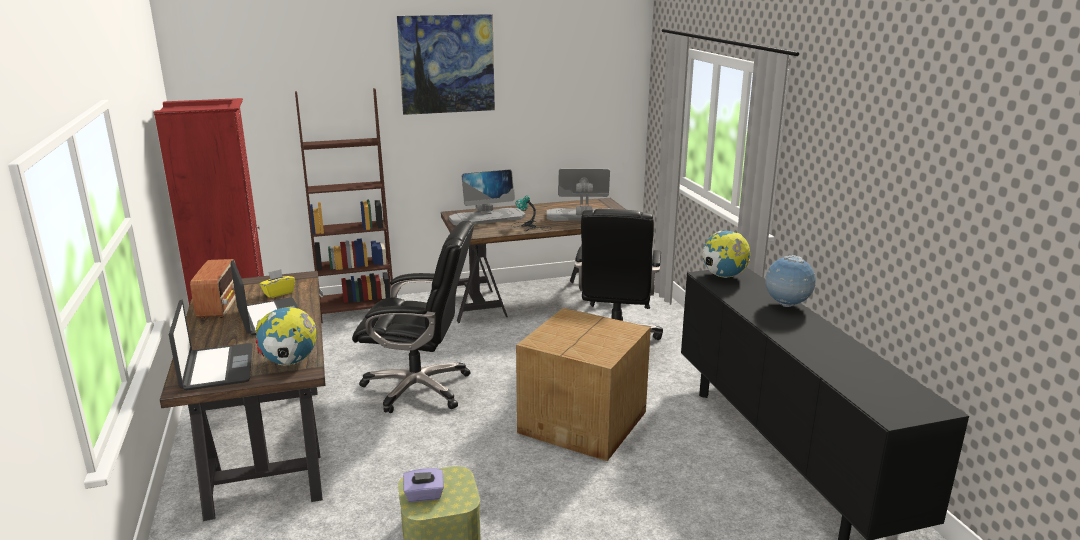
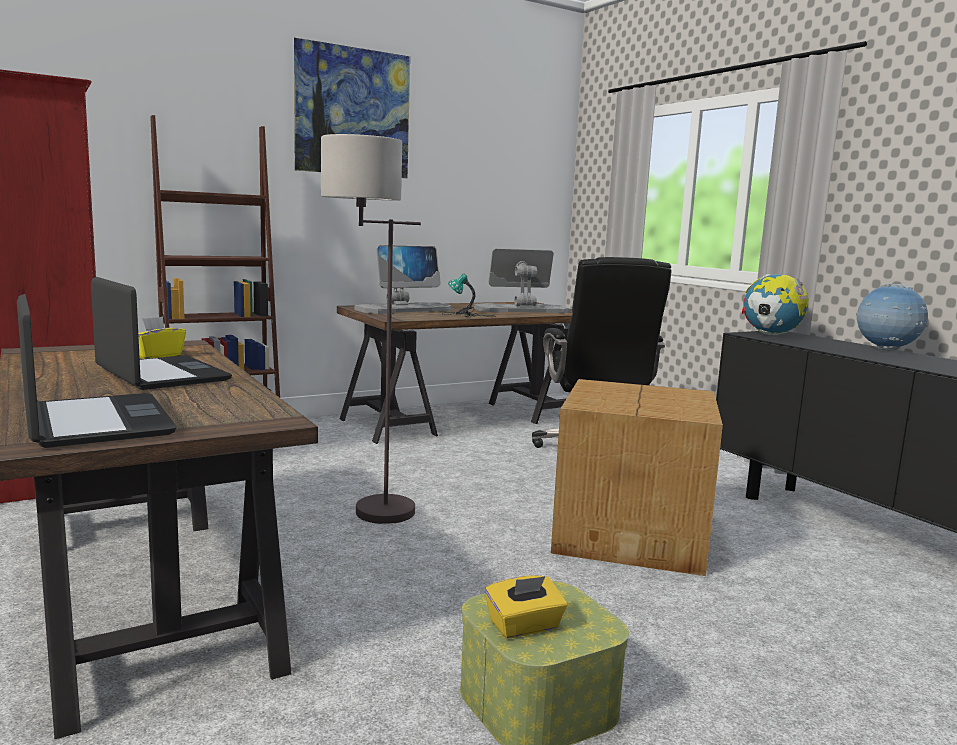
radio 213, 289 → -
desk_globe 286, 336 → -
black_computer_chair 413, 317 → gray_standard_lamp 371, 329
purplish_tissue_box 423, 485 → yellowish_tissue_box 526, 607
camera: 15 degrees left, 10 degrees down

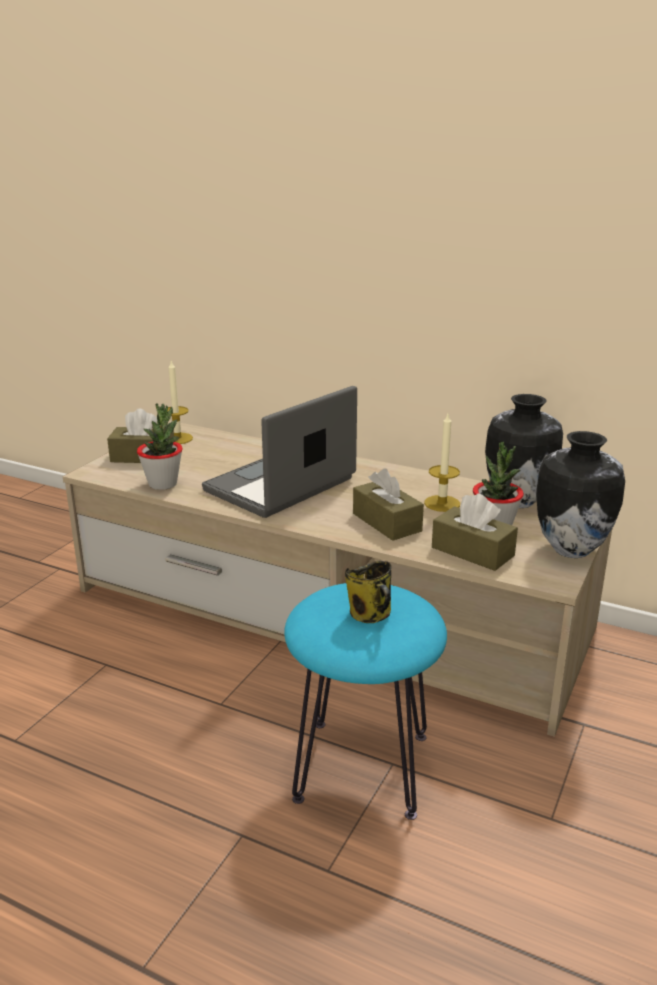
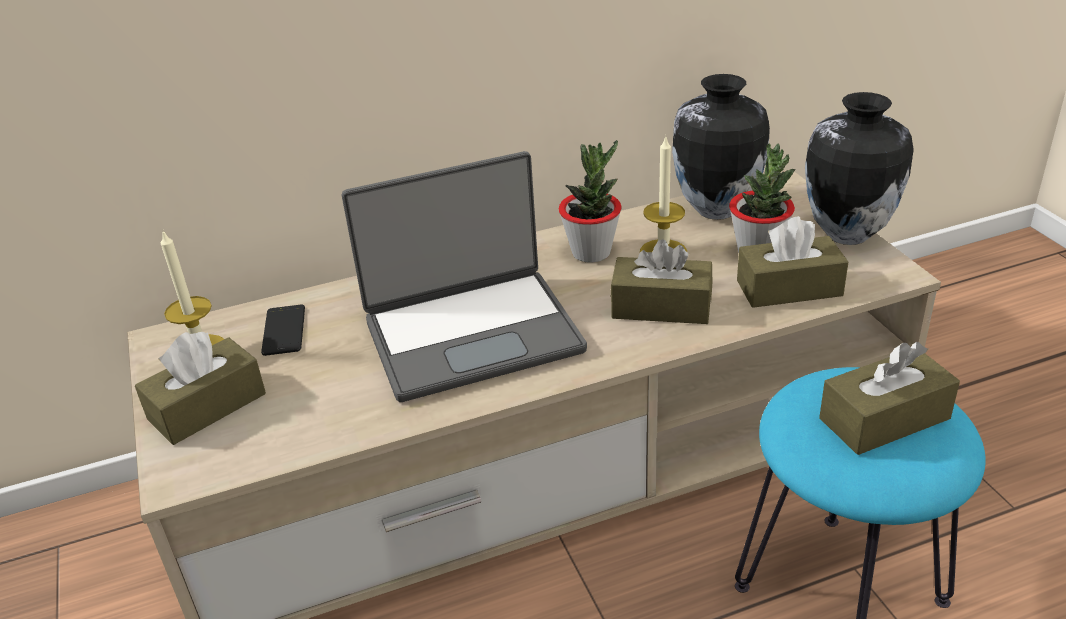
- → telephone 283, 330
potted_plant 160, 446 → potted_plant 590, 201, moved
tea_mug 368, 591 → brown_tissue_box 889, 398
notebook_computer 279, 452 → notebook_computer 464, 276, 105 degrees counterclockwise
camera: 45 degrees left, 10 degrees up

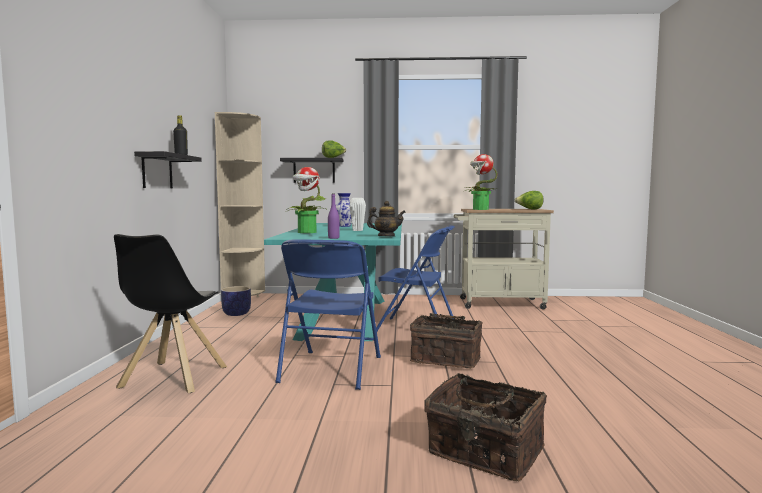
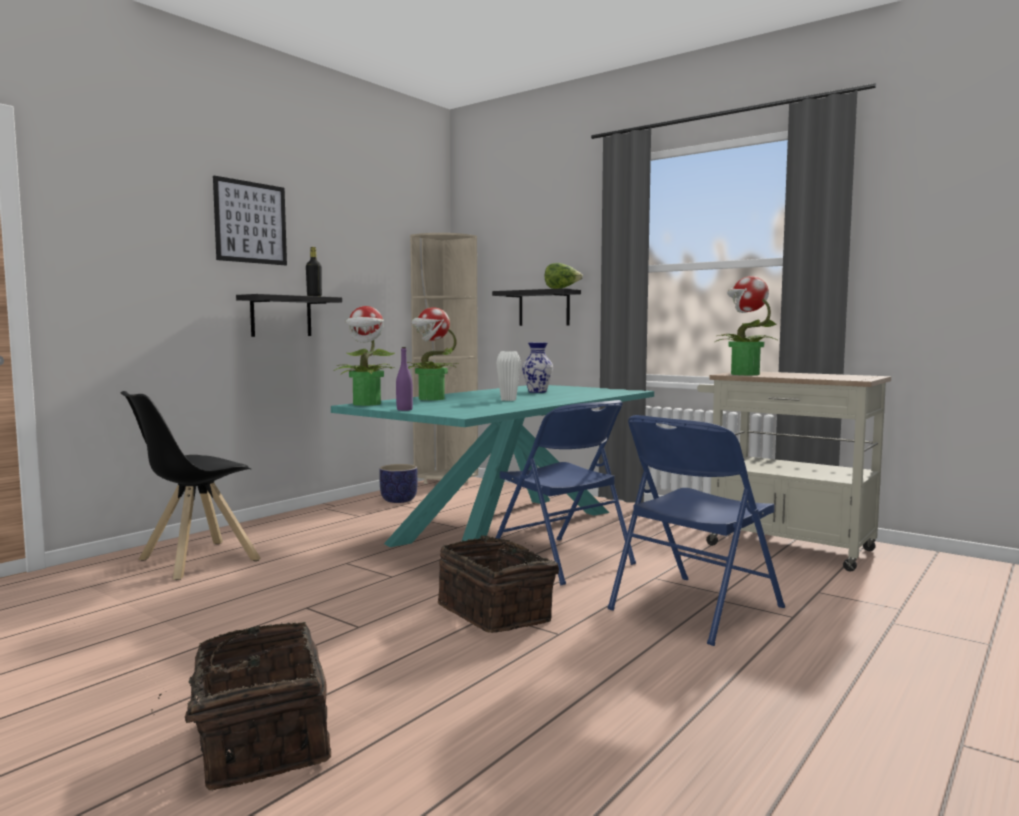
tea_pot 386, 219 → -
head_of_lettuce 529, 200 → -
- → wall_picture 250, 220
- → potted_plant 364, 356
blue_upright_chair 328, 314 → blue_upright_chair 696, 530, moved
camera: 35 degrees right, 0 degrees up

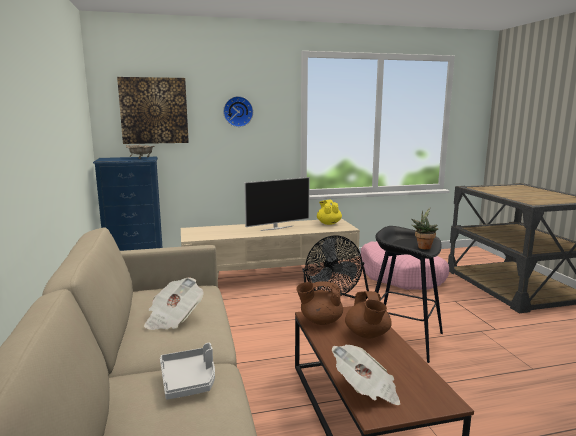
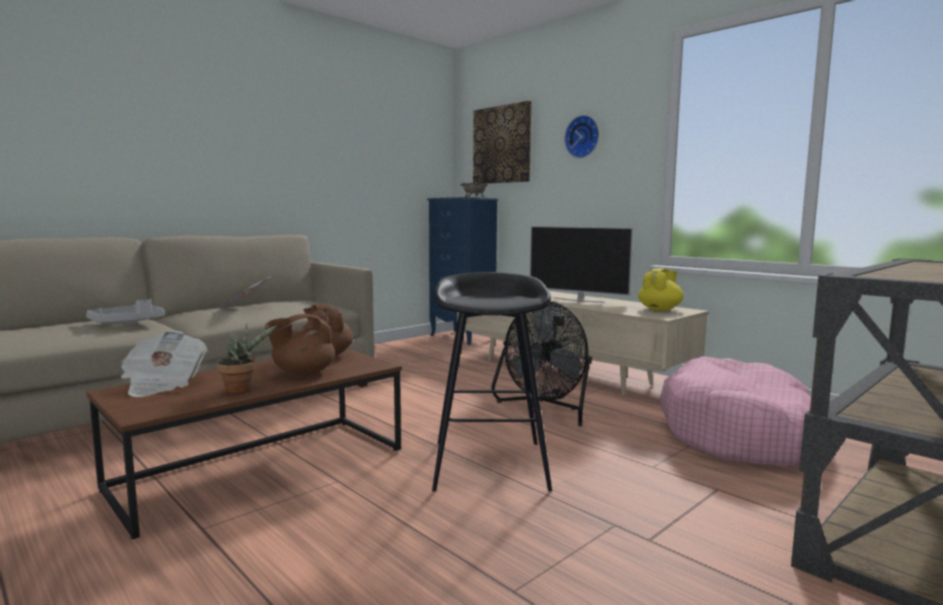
potted_plant 424, 229 → potted_plant 247, 358, moved
camera: 60 degrees right, 5 degrees down

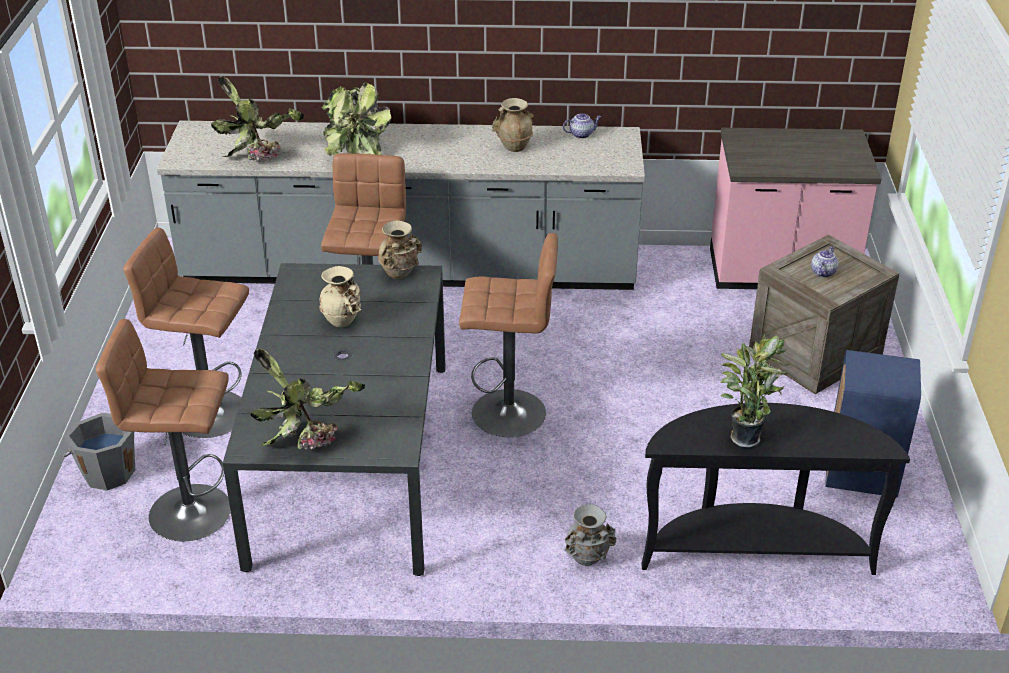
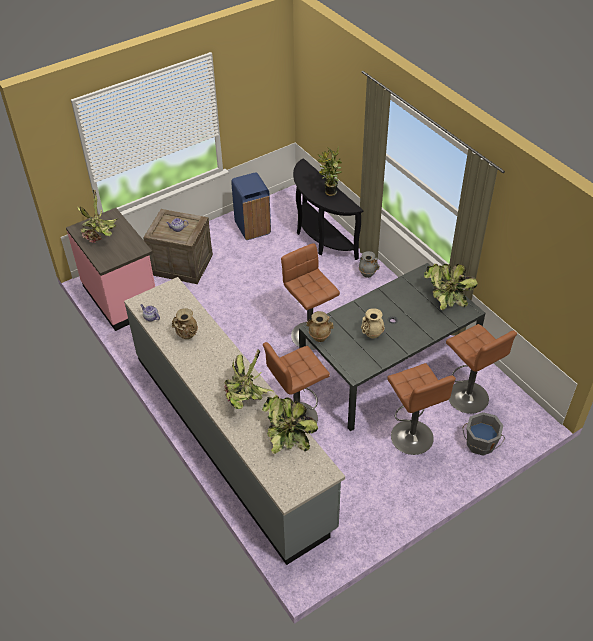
- → potted_plant 97, 216
camera: 125 degrees left, 10 degrees up

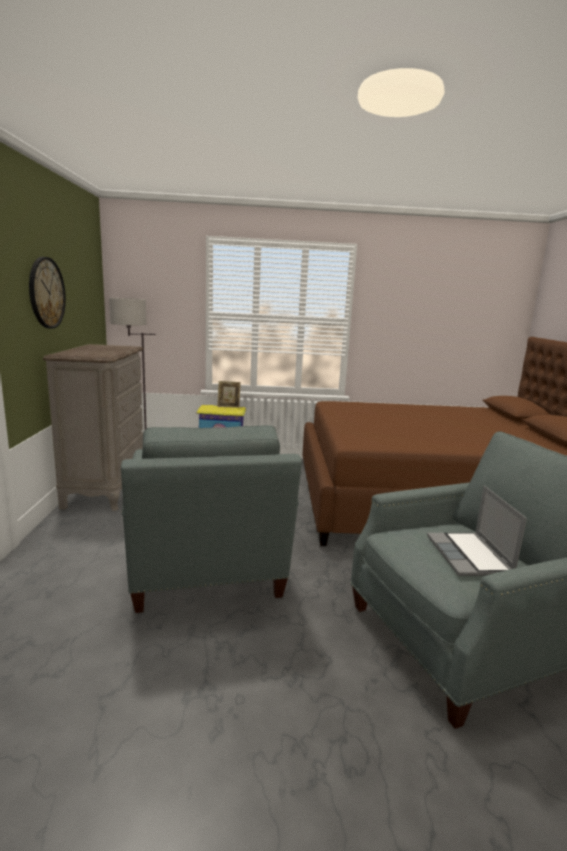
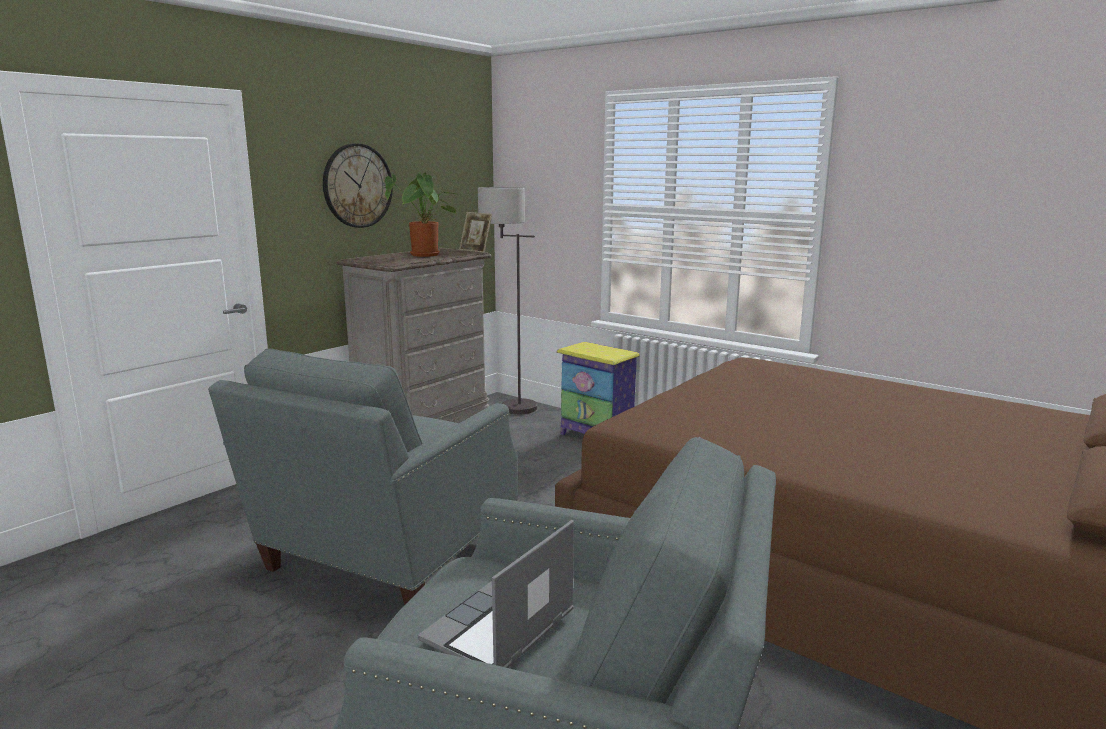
- → potted_plant 422, 214
standing_frame 229, 394 → standing_frame 475, 232, moved
camera: 40 degrees right, 0 degrees up

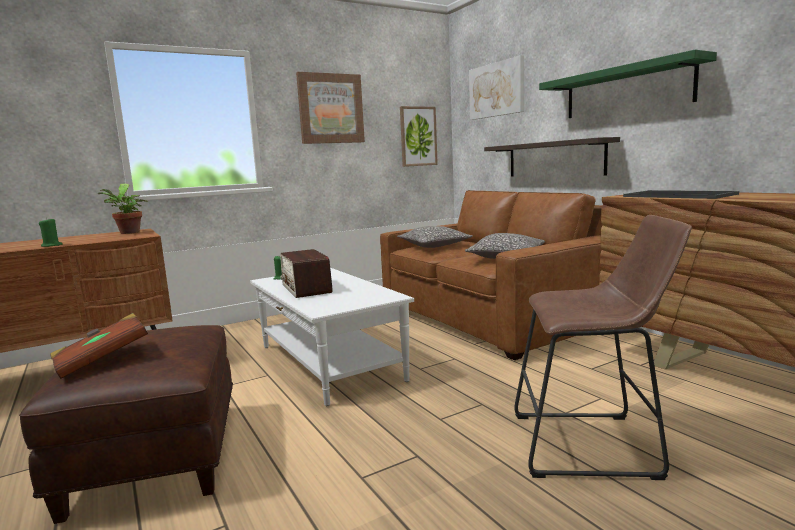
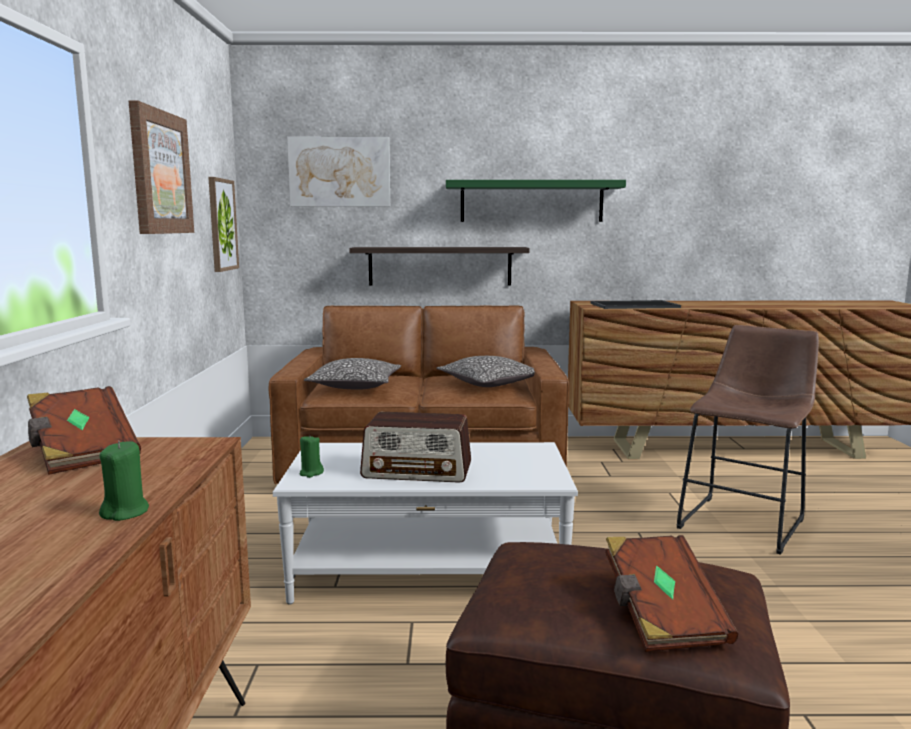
potted_plant 123, 209 → brown_volume 84, 430
camera: 60 degrees left, 0 degrees up

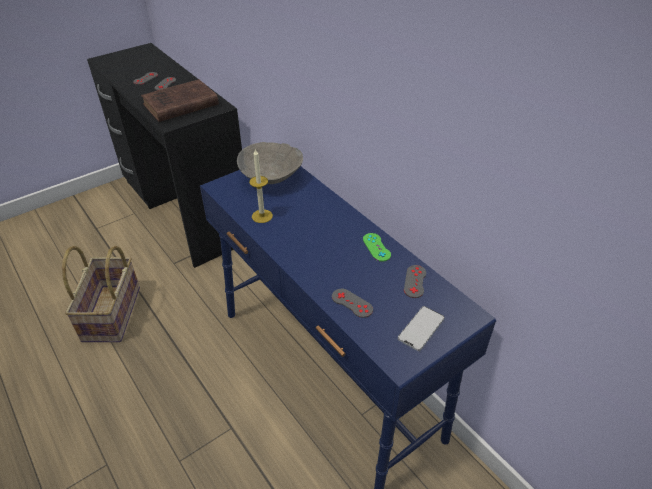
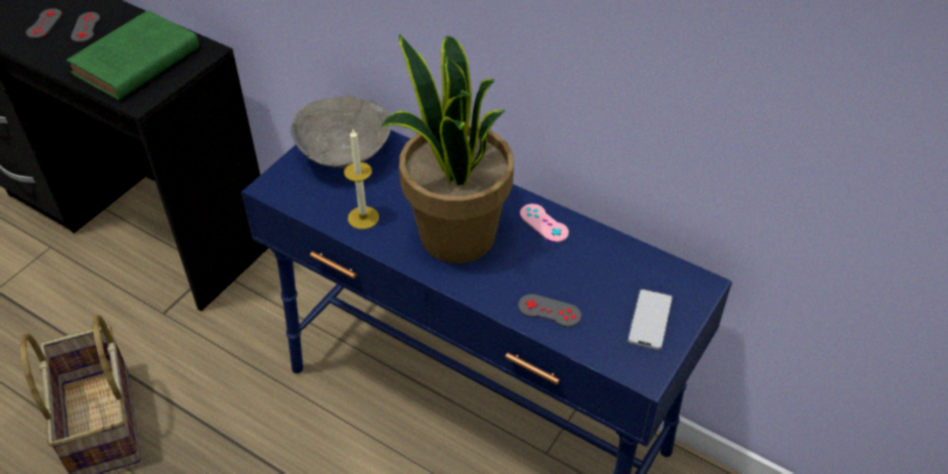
gray_game_controller 415, 281 → -
- → potted_plant 447, 148
brown_volume 180, 100 → green-coloured_volume 132, 55
green-coloured_game_controller 377, 247 → pinkish_game_controller 544, 223
camera: 20 degrees left, 5 degrees up

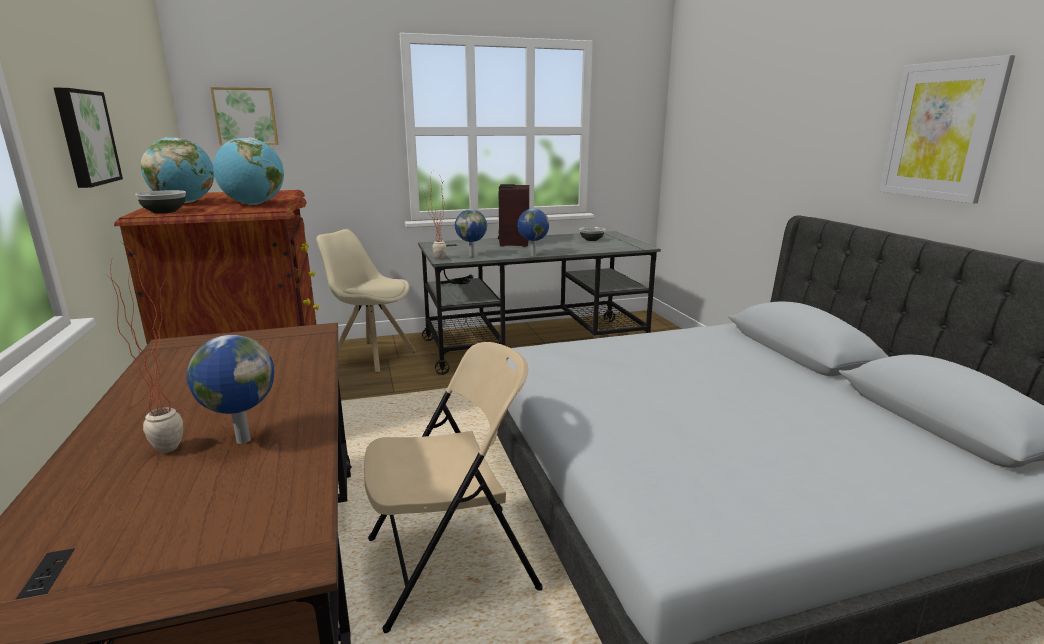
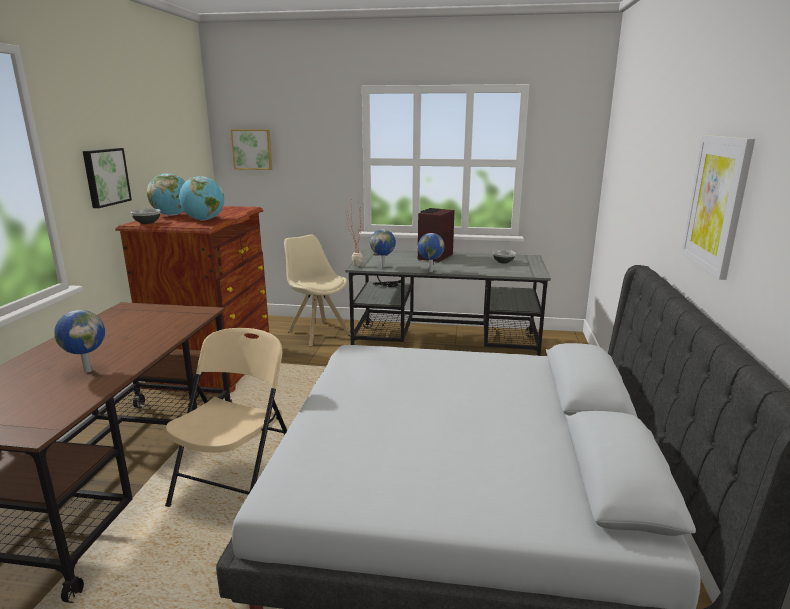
potted_plant 144, 347 → -
sand-coloured_upright_chair 453, 487 → sand-coloured_upright_chair 226, 417, 75 degrees counterclockwise
camera: 25 degrees right, 0 degrees up

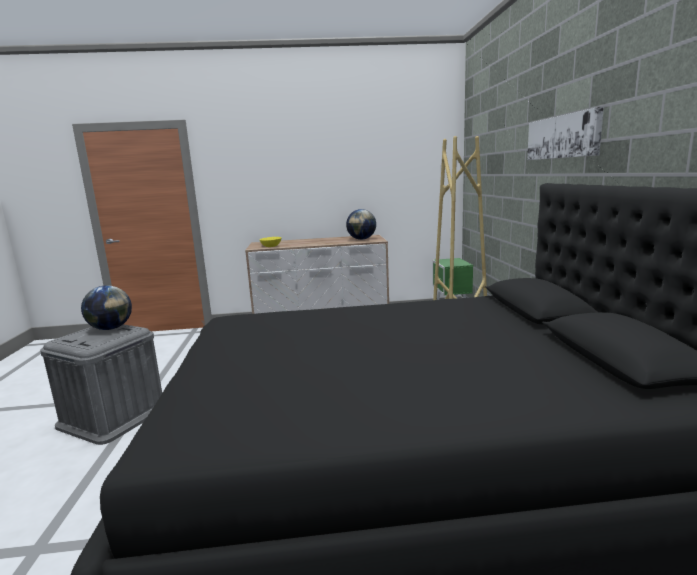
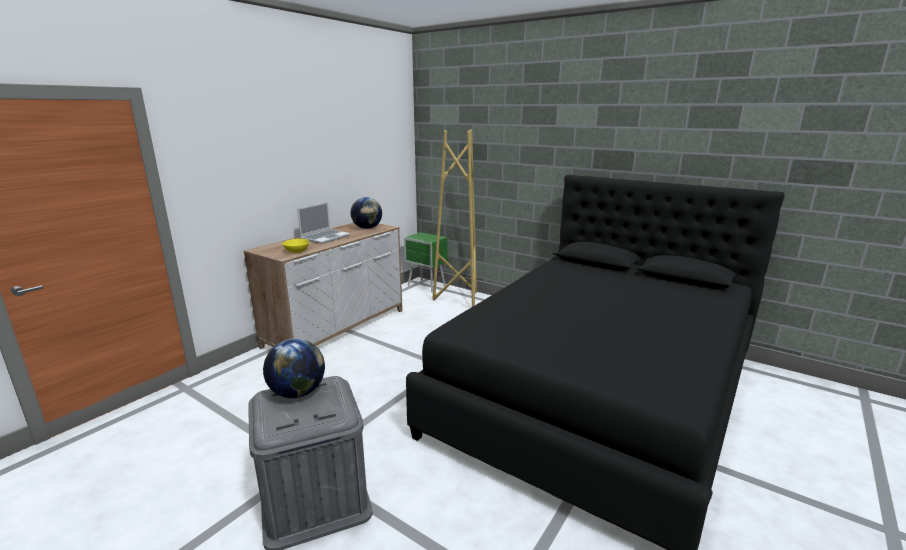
wall_picture 565, 133 → -
- → notebook_computer 323, 223
camera: 50 degrees left, 5 degrees up

